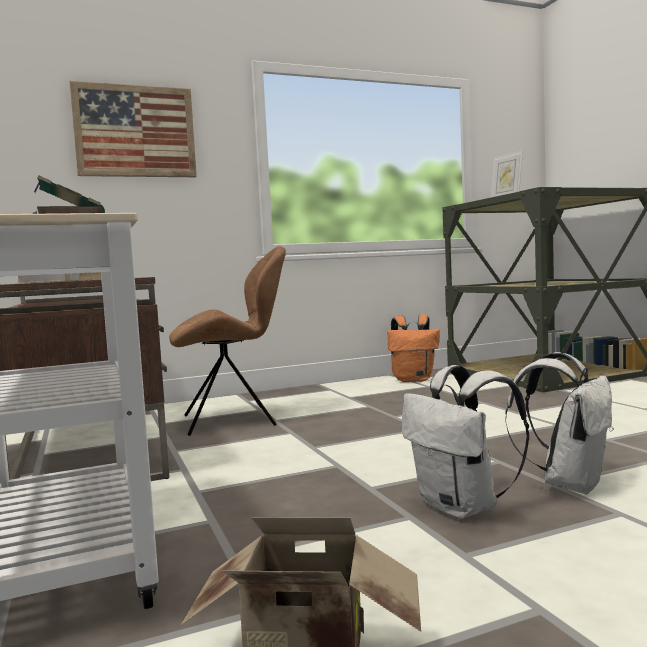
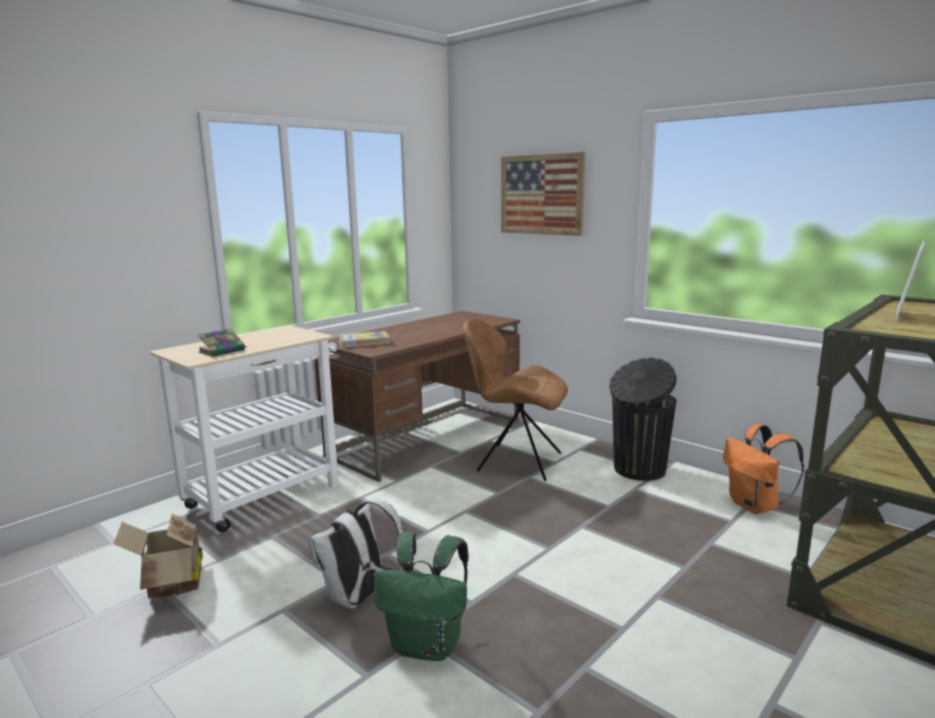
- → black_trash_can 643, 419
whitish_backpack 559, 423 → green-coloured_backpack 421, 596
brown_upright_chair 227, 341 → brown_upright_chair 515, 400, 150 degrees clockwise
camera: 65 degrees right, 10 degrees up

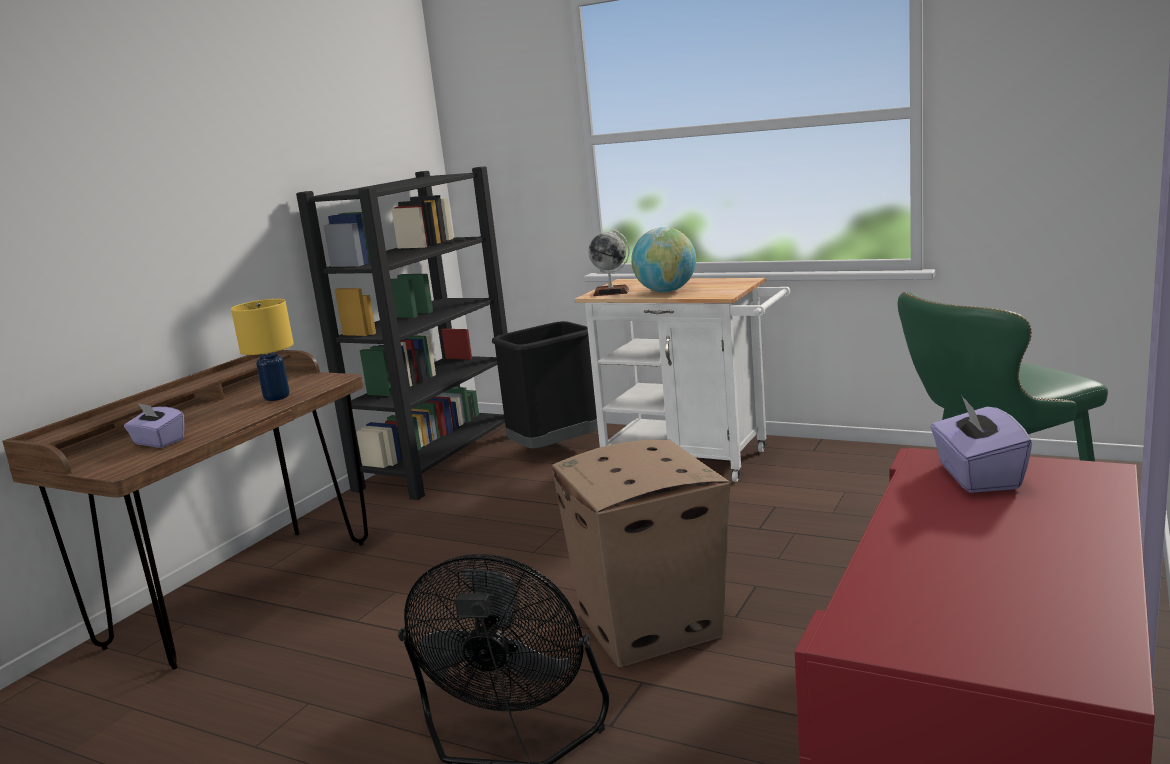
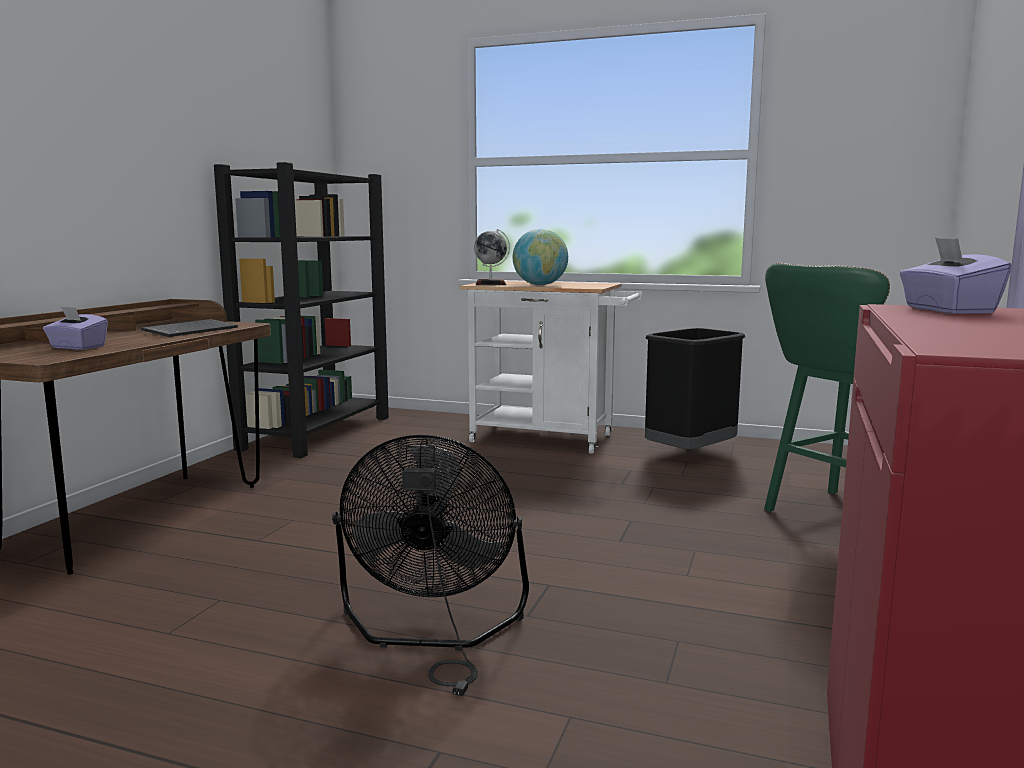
cardboard_box 641, 553 → -
black_trash_can 545, 385 → black_trash_can 695, 388, moved
yellowish_lamp_for_a_table 262, 350 → keyboard 189, 328
camera: 10 degrees left, 5 degrees down

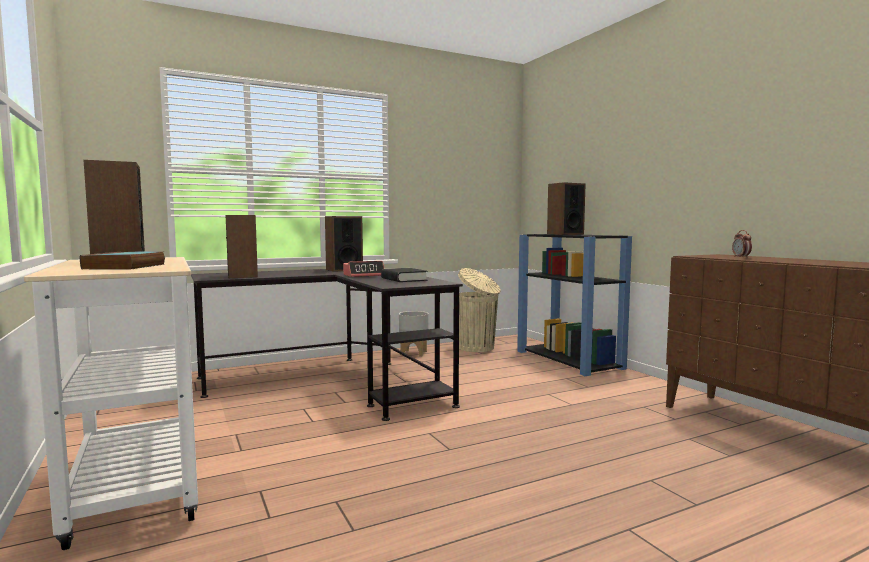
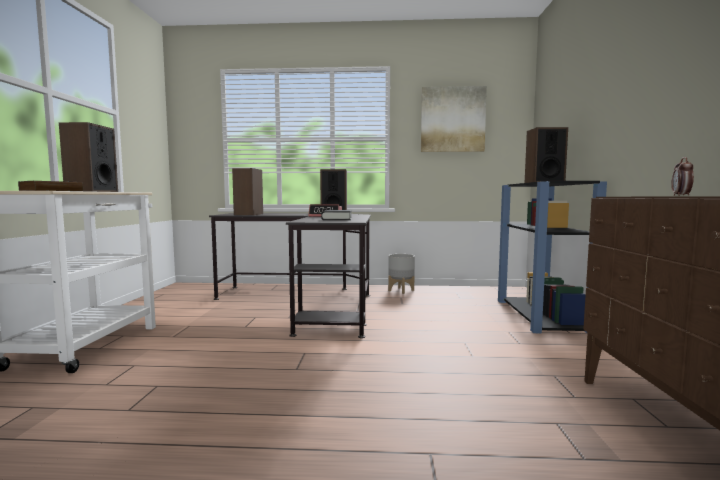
sand-coloured_trash_can 479, 310 → -
- → wall_picture 454, 119
camera: 30 degrees right, 0 degrees up

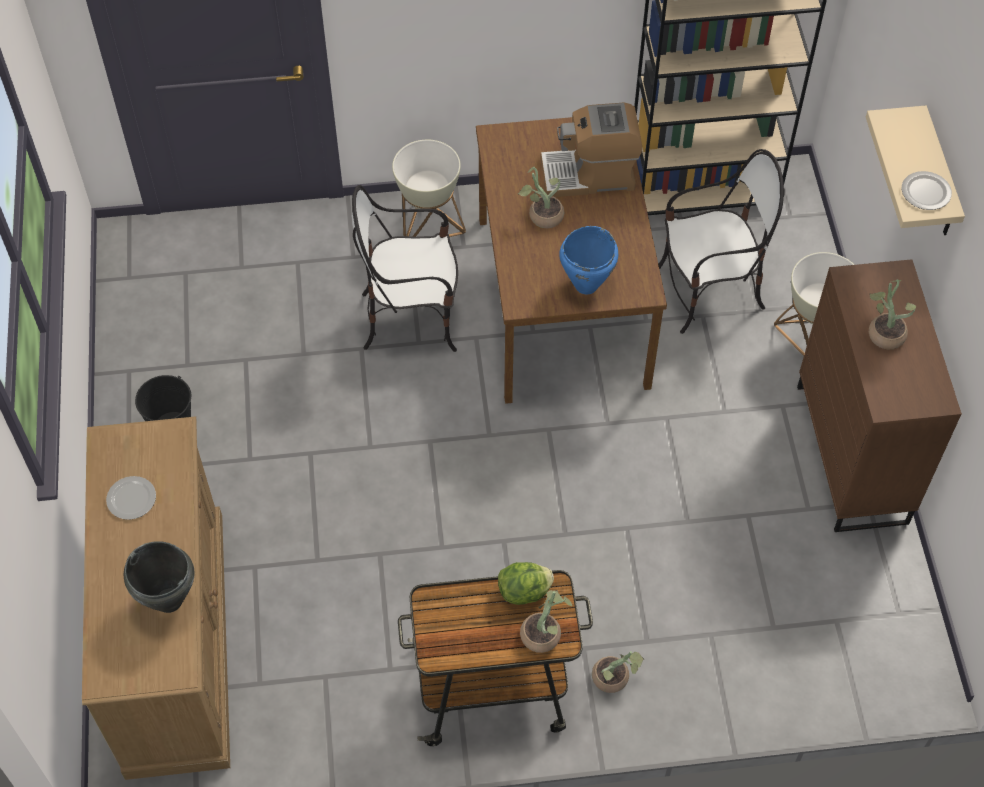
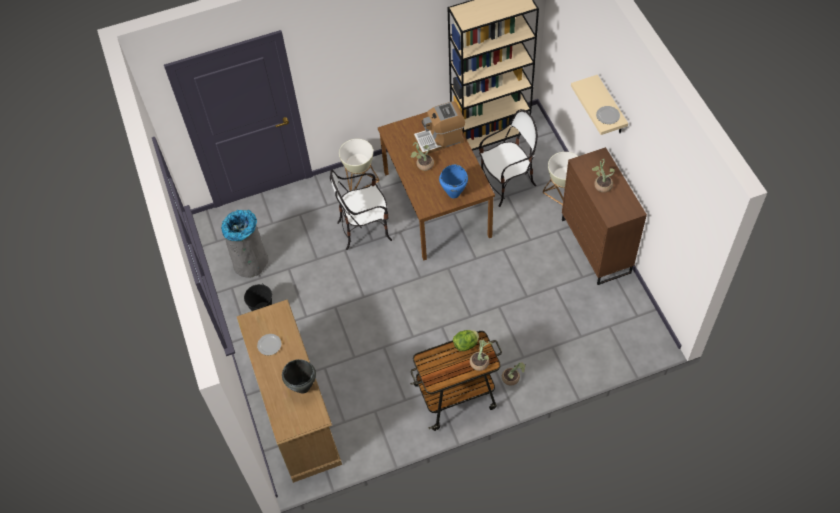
- → gray_trash_can 245, 244
camera: 10 degrees left, 0 degrees up

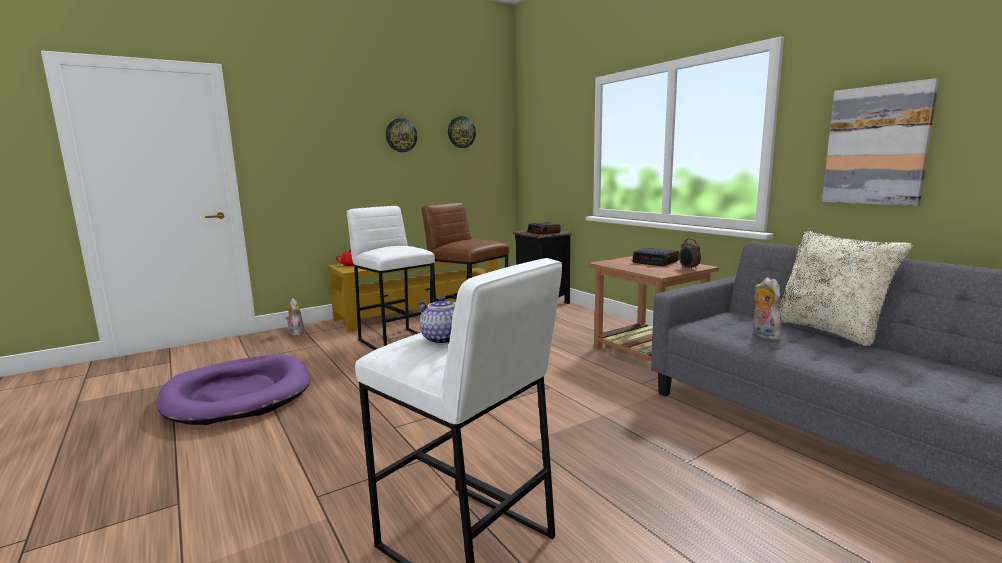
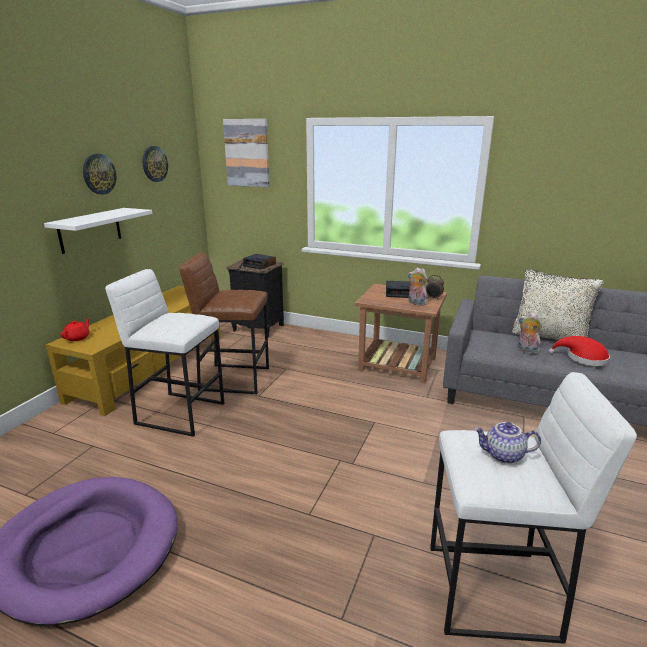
- → whitish_shelf 98, 231
- → red-coloured_wearable_hat 579, 351
plush_toy 295, 317 → plush_toy 417, 287, moved
wall_picture 880, 142 → wall_picture 246, 153, moved
camera: 35 degrees left, 10 degrees up

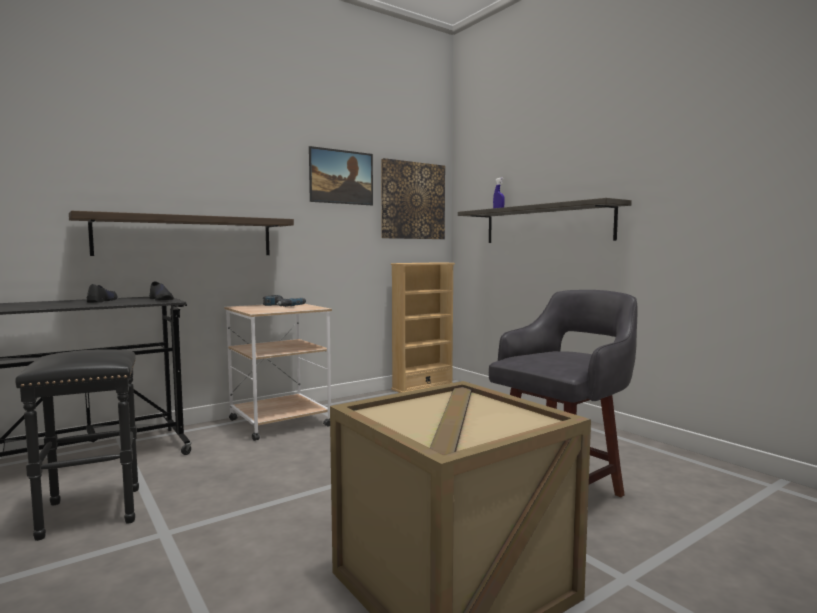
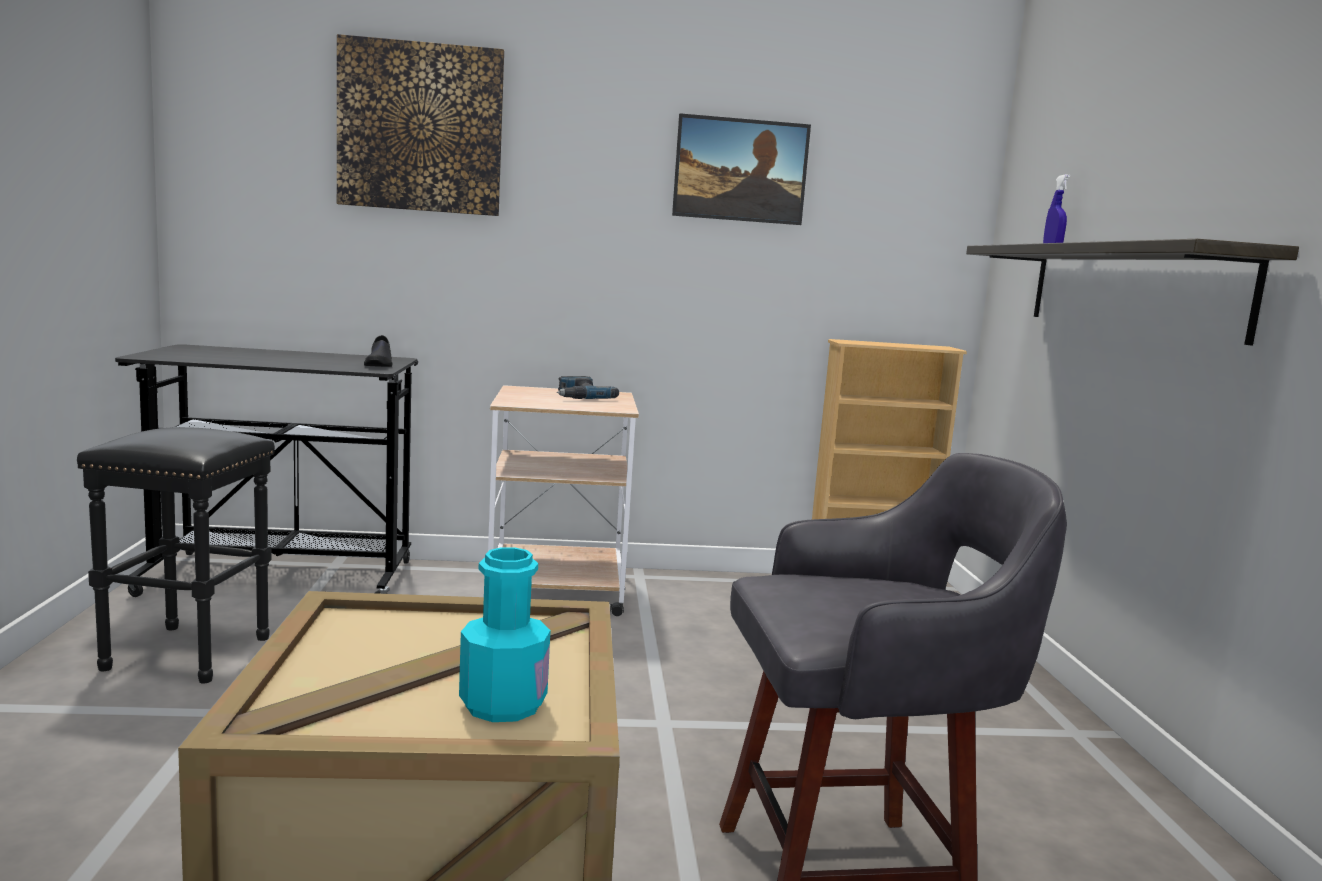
shelf 181, 233 → -
black_low_shoe 102, 293 → -
- → turquoise_drink_bottle 505, 634
wall_picture 413, 198 → wall_picture 420, 125, moved
camera: 30 degrees right, 5 degrees up

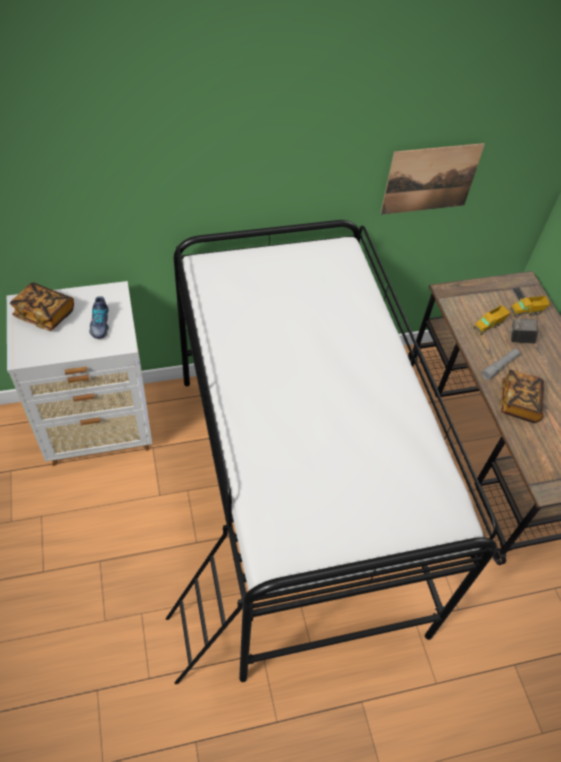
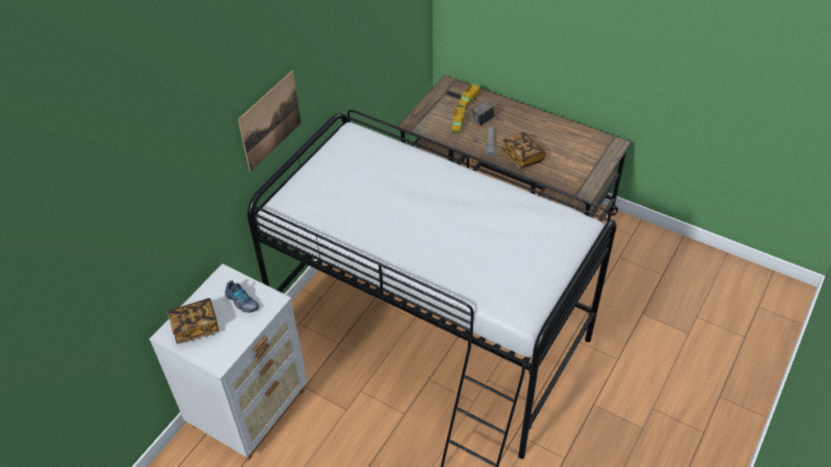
wall_picture 432, 179 → wall_picture 269, 121, moved
camera: 40 degrees left, 5 degrees down

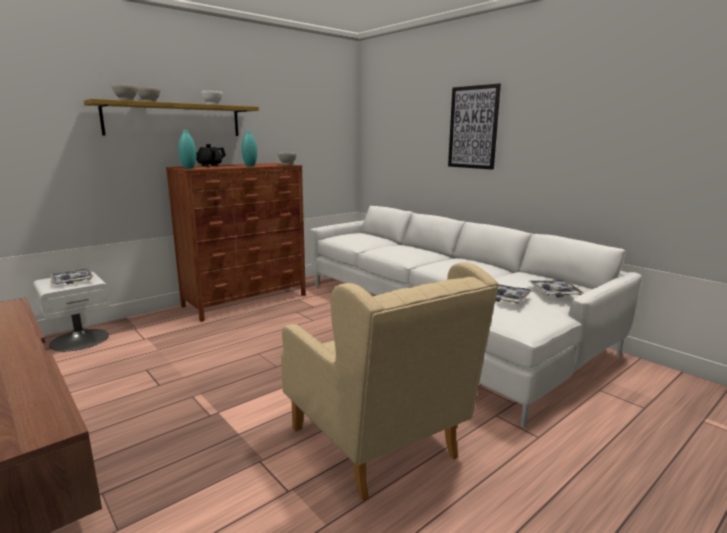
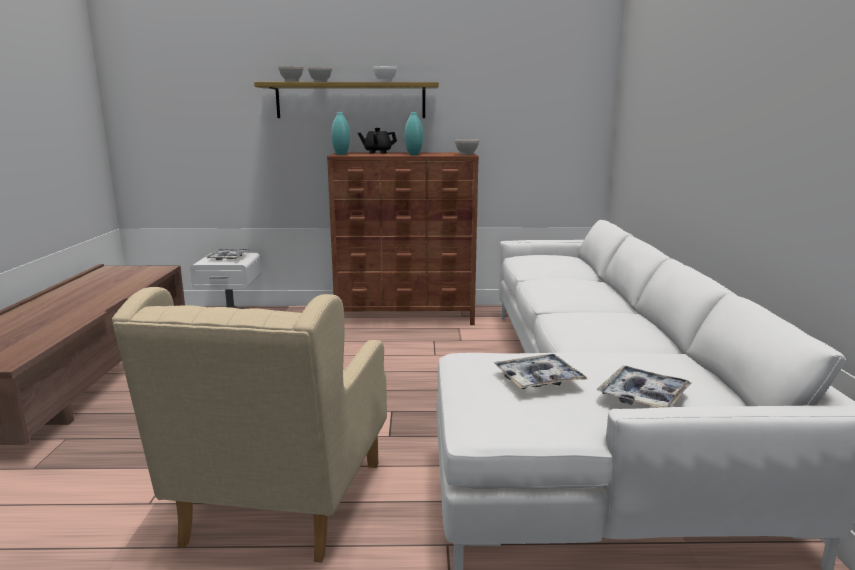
wall_picture 474, 126 → -
camera: 40 degrees right, 0 degrees up

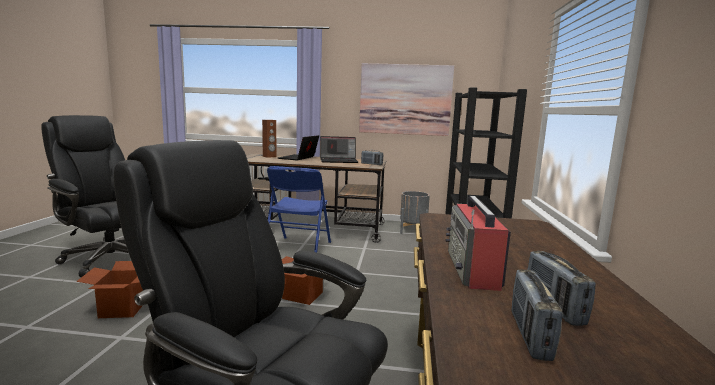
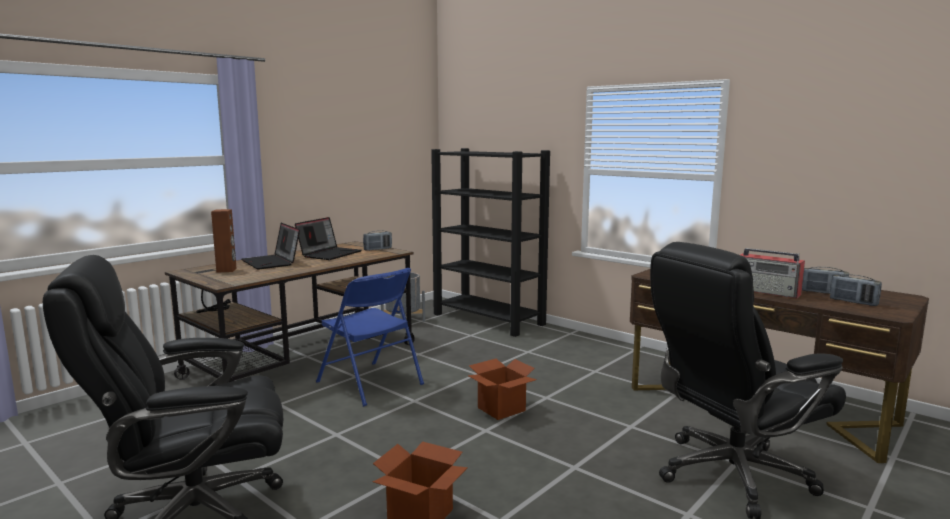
wall_picture 406, 99 → -
camera: 55 degrees left, 0 degrees up

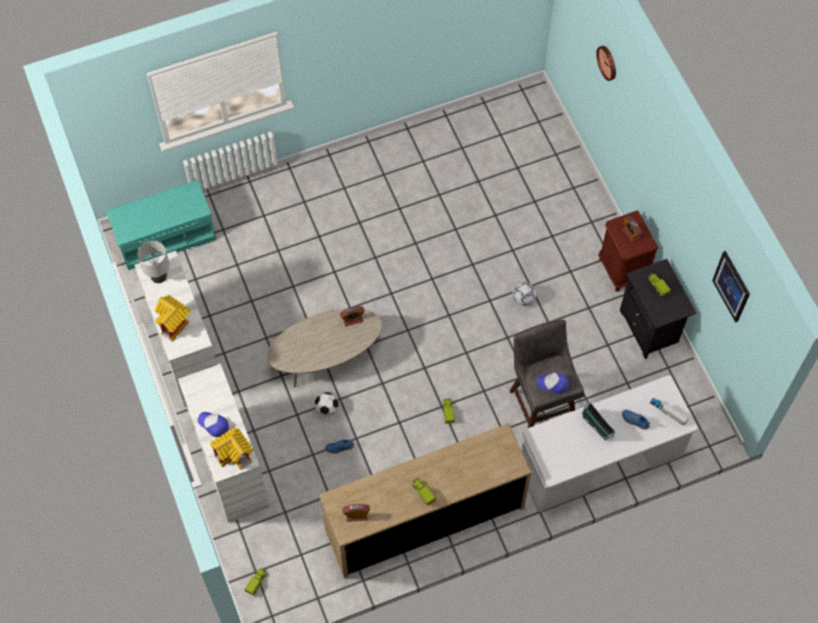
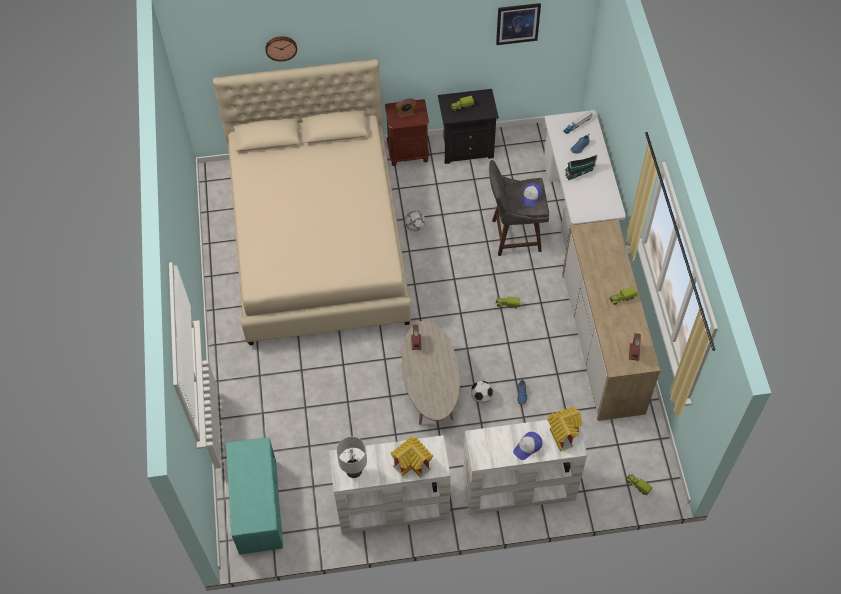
- → sand-coloured_sleeping_bed 312, 202
camera: 75 degrees left, 5 degrees down

